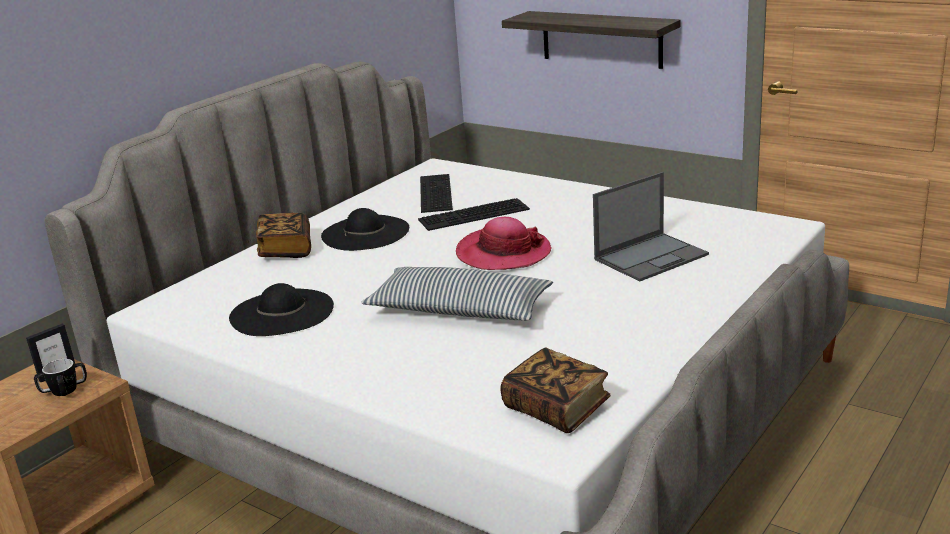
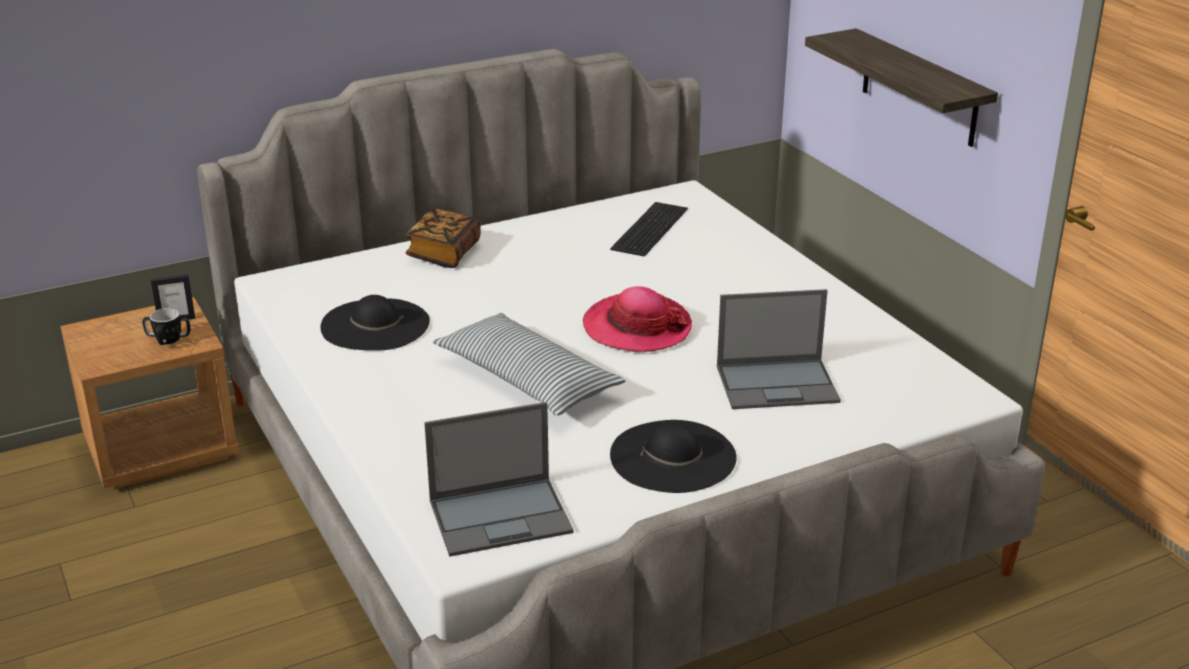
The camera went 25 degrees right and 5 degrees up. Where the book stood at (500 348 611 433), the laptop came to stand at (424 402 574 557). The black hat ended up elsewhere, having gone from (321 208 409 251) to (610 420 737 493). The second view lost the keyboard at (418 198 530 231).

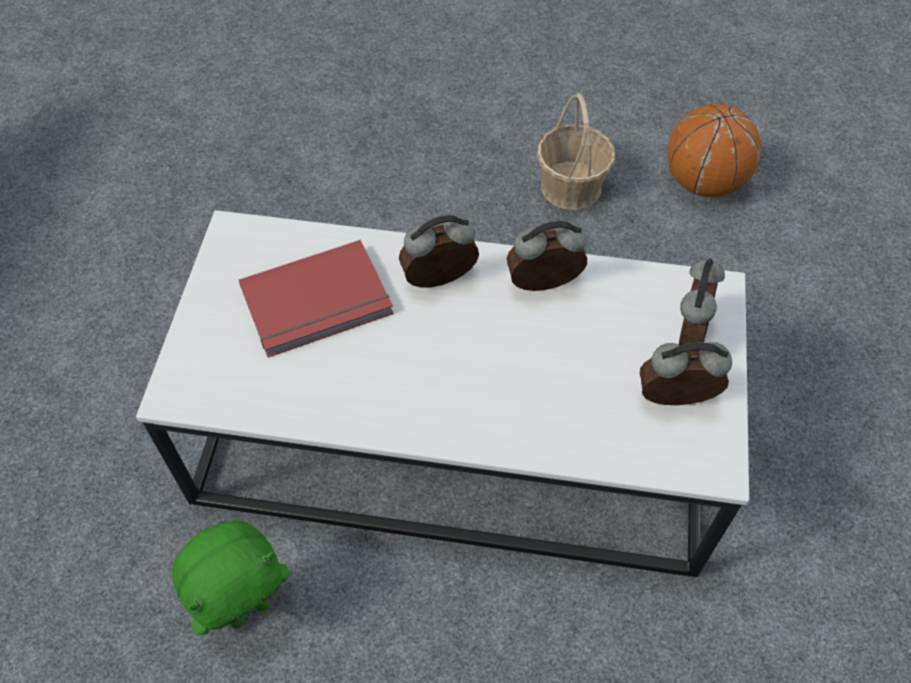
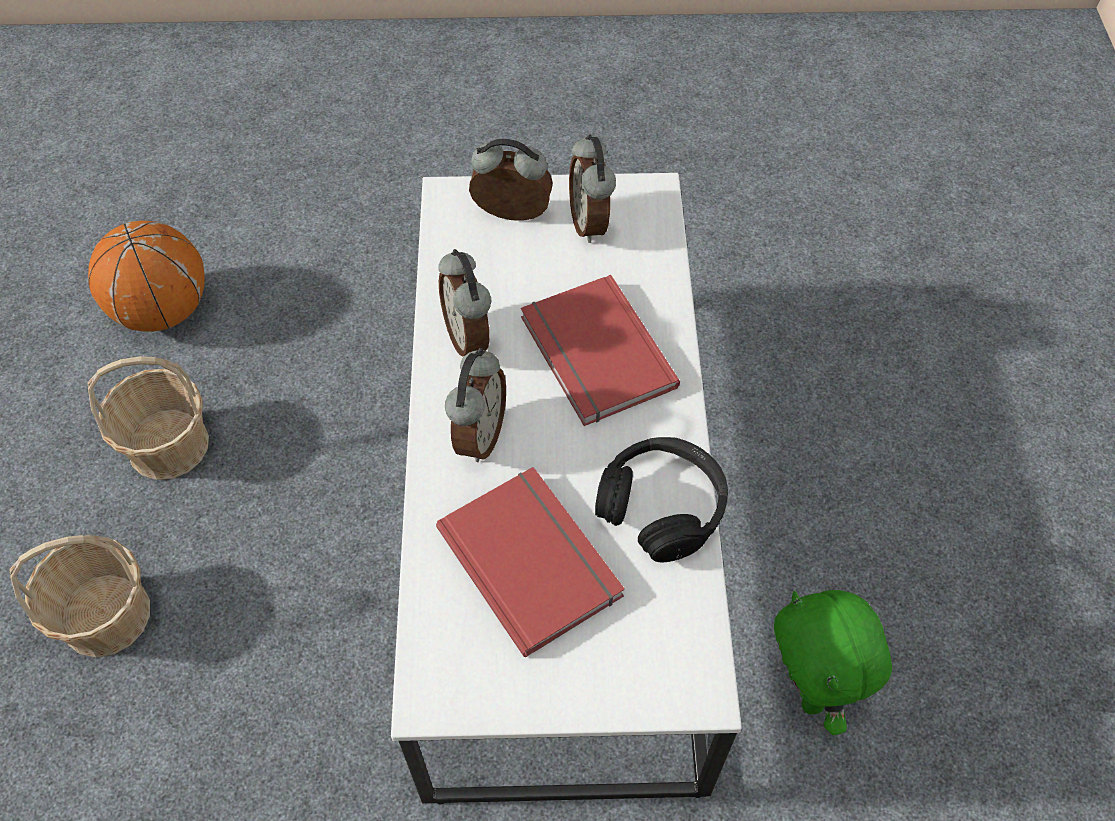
The camera went 100 degrees left and 0 degrees up. The second view gained the basket at (9 535 150 658). The alarm clock at (399 215 479 287) ended up facing another way, 135 degrees counterclockwise from before. The second view gained the red book at (521 275 680 426). The second view gained the black headphones at (595 437 728 562). The green plush toy at (172 520 290 635) ended up facing another way, 150 degrees counterclockwise from before.

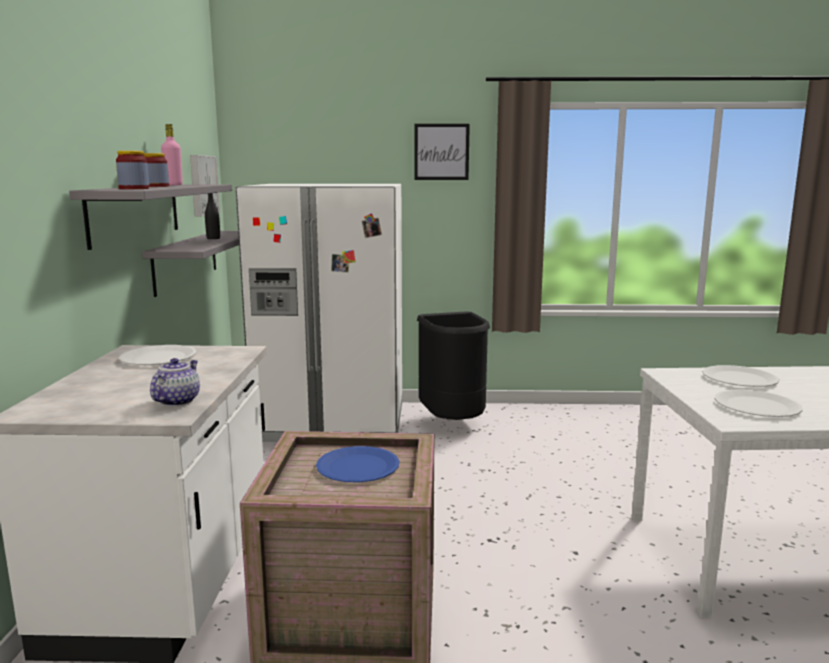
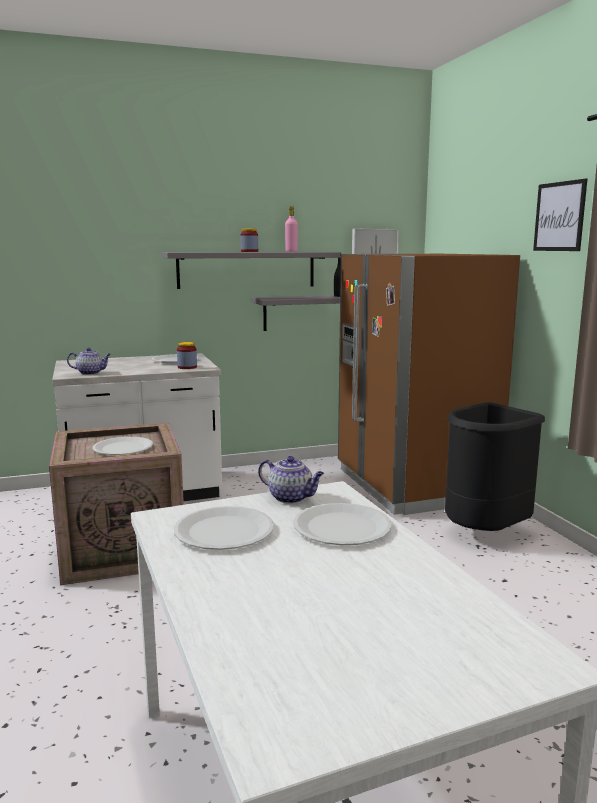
The camera went 70 degrees right and 0 degrees up. What was the blue plate at (316 446 400 482) turned into the white plate at (93 437 153 455). The jar ended up elsewhere, having gone from (116 151 149 189) to (177 342 197 369). The second view gained the teapot at (258 456 324 504). What was the white fridge at (236 184 402 442) turned into the brown fridge at (338 254 520 515).

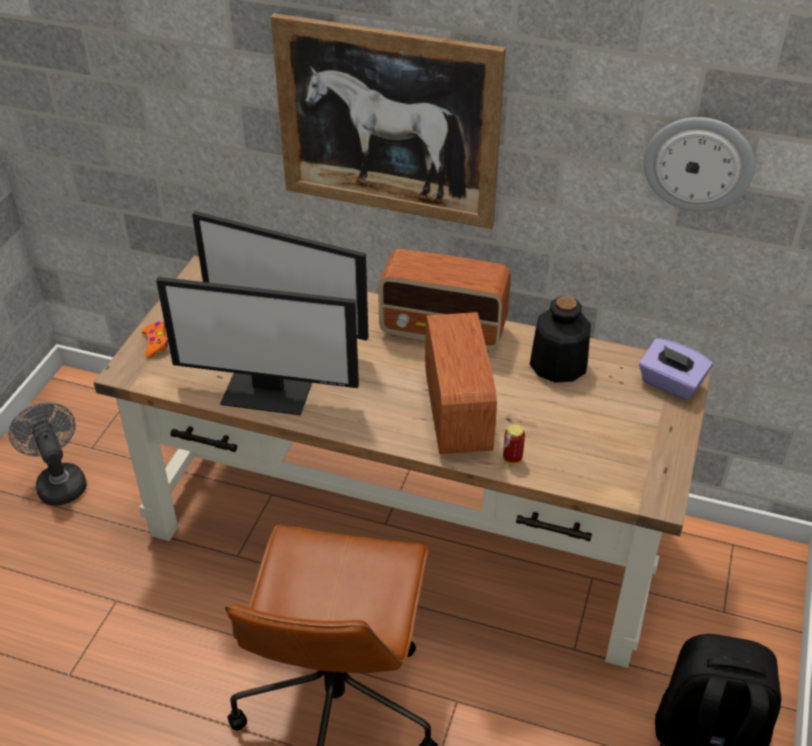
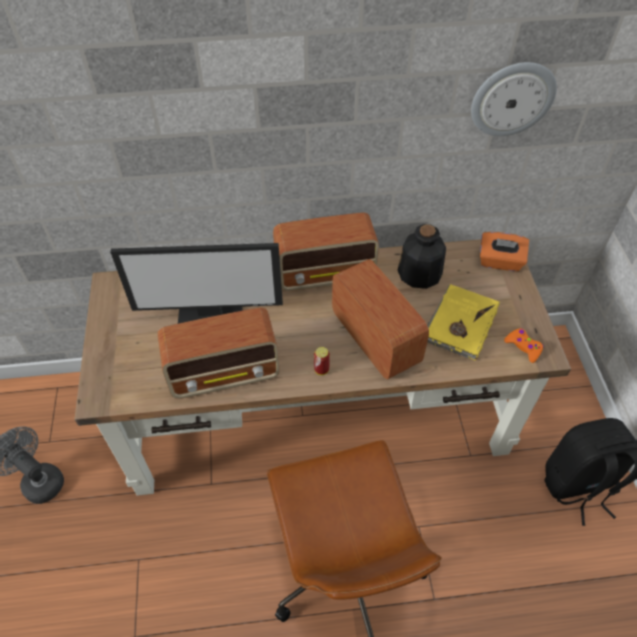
The camera went 25 degrees left and 10 degrees up. Where the monitor stood at (156 277 359 415), the radio came to stand at (158 308 280 399). The can ended up elsewhere, having gone from (503 424 525 464) to (314 347 330 375). The second view gained the yellow book at (427 284 500 360). What was the purple tissue box at (639 338 713 401) turned into the orange tissue box at (480 232 529 271). The orange game controller ended up elsewhere, having gone from (141 321 168 358) to (504 328 543 363). The second view lost the picture at (271 13 506 229).

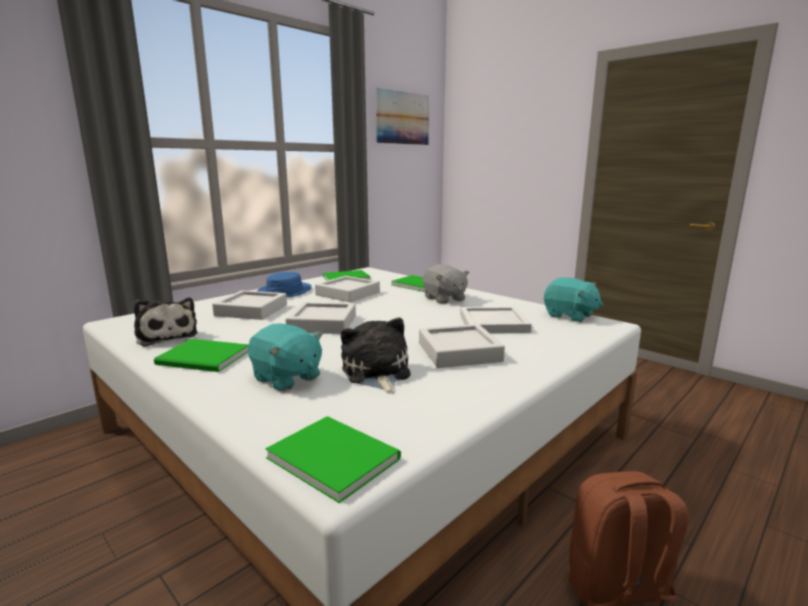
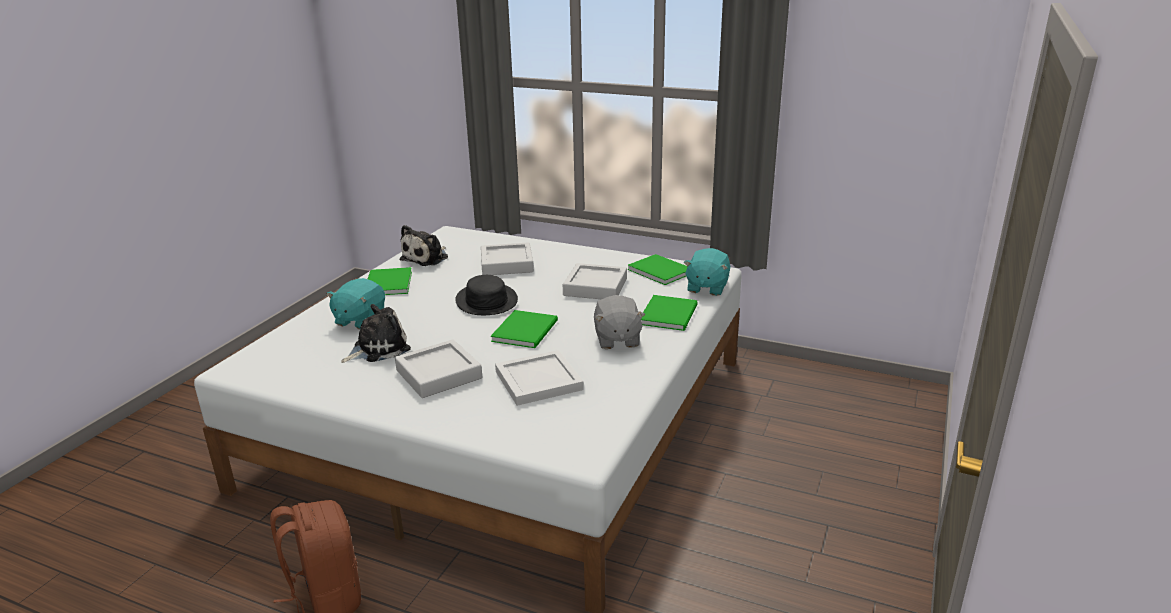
The camera went 70 degrees right and 10 degrees up. Where the grey tray stood at (285 302 356 334), the black hat came to stand at (455 275 518 315). The green book ended up elsewhere, having gone from (265 416 401 503) to (491 310 558 348). The grey plush toy at (423 264 469 304) ended up facing another way, 45 degrees counterclockwise from before. The turquoise plush toy ended up elsewhere, having gone from (544 277 603 322) to (684 248 730 296). The second view lost the blue hat at (257 272 312 297). The second view lost the picture at (376 88 429 145).

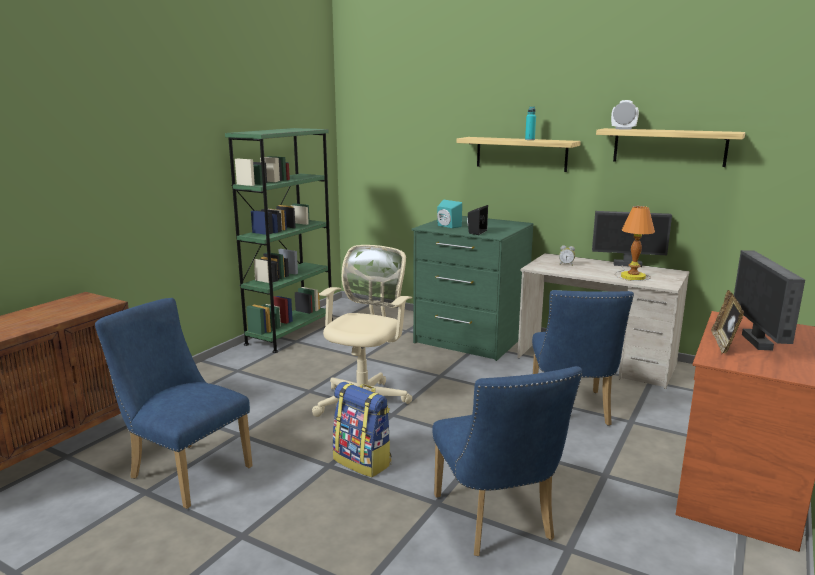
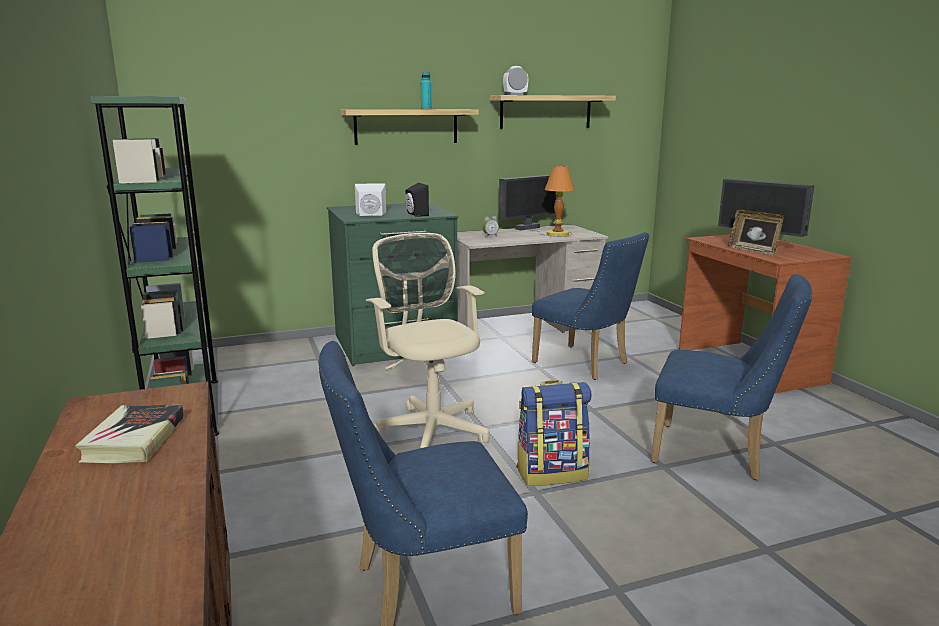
The camera went 50 degrees left and 0 degrees up. The second view gained the book at (75 405 184 463). What was the turquoise speaker at (437 200 462 228) turned into the white speaker at (355 183 386 216).

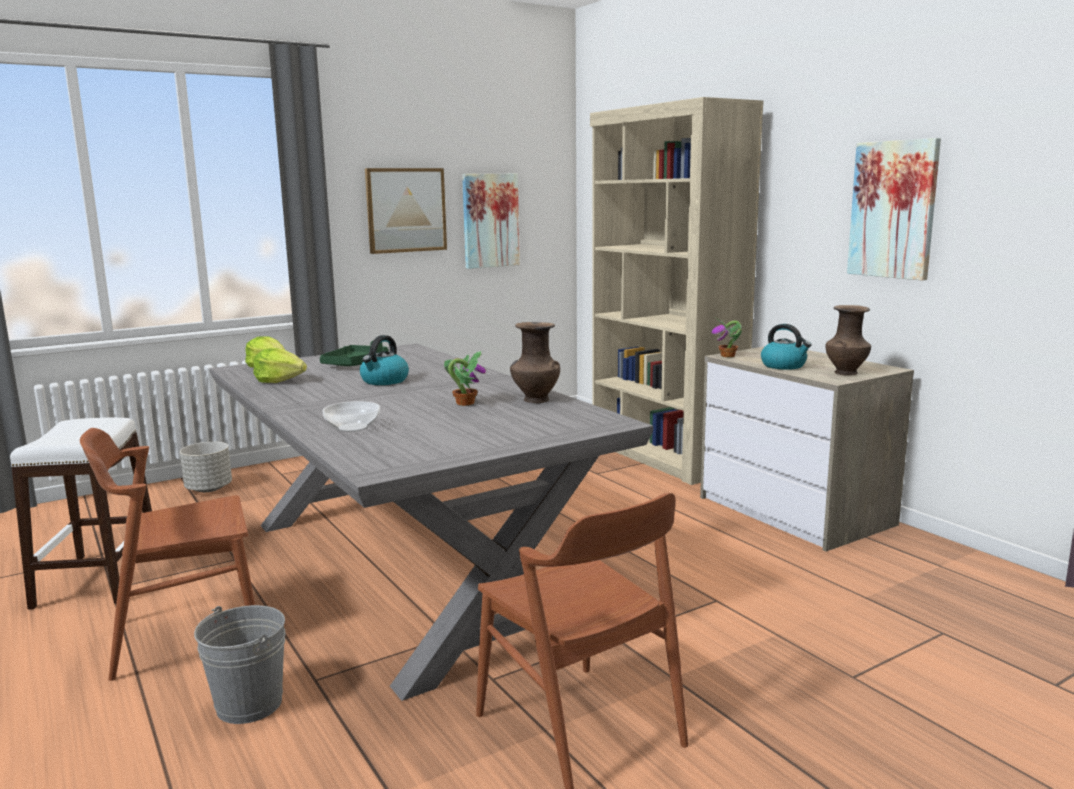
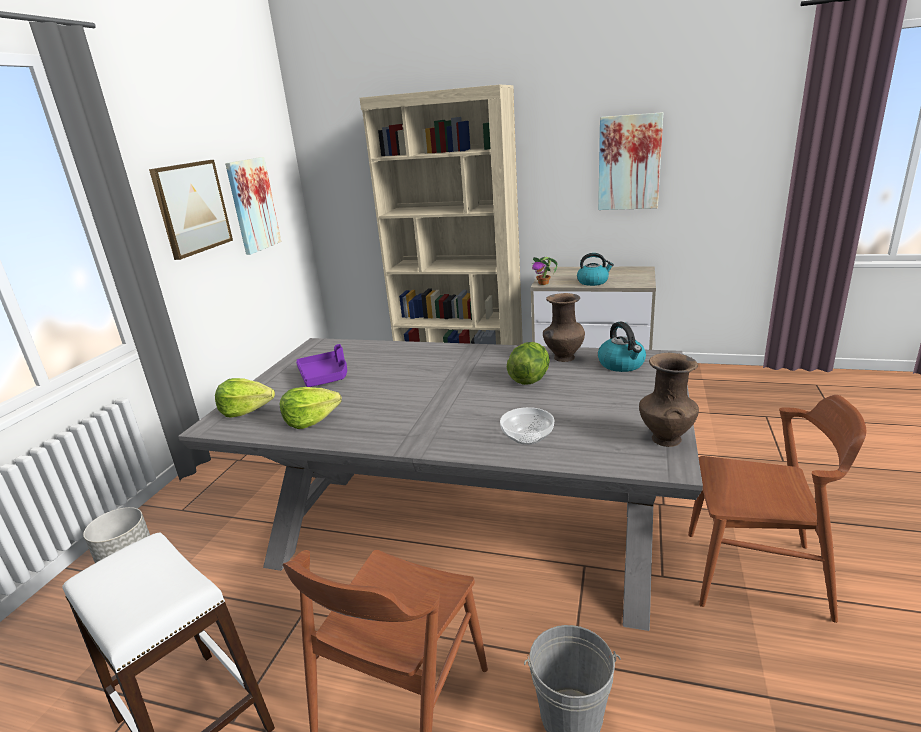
The camera went 40 degrees left and 10 degrees up. What was the green tray at (320 341 389 366) turned into the purple tray at (296 344 347 387). Where the potted plant stood at (444 351 486 406), the lettuce came to stand at (507 342 550 385). The kettle ended up elsewhere, having gone from (360 335 409 385) to (598 321 646 372). The brown vase ended up elsewhere, having gone from (825 305 871 375) to (639 353 699 447).

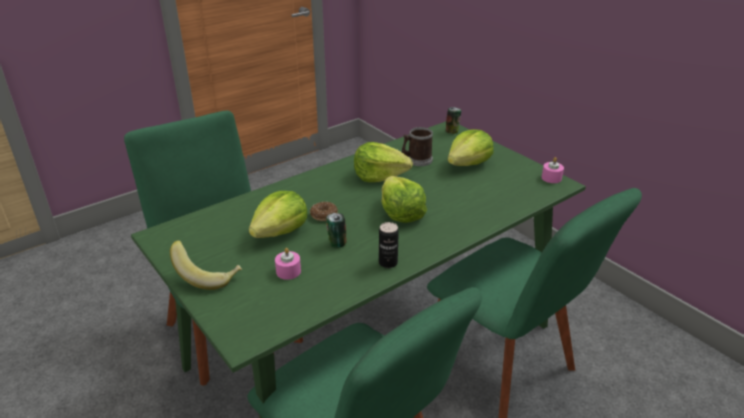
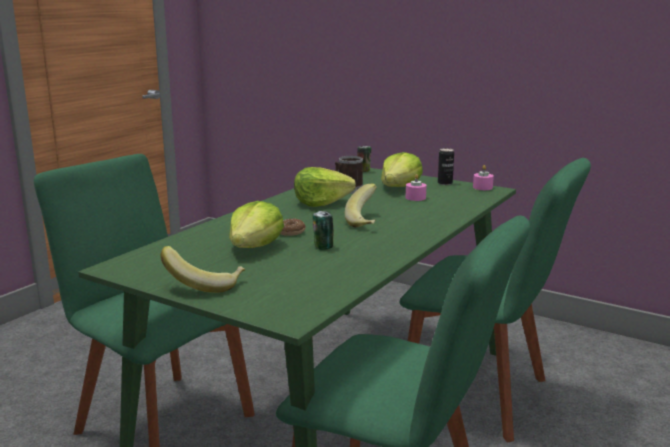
The camera went 20 degrees left and 15 degrees down. Where the lettuce stood at (382 176 427 223), the banana came to stand at (345 184 377 227). The pink candle ended up elsewhere, having gone from (275 248 301 280) to (406 174 427 201). The can ended up elsewhere, having gone from (379 222 399 268) to (438 148 454 185).

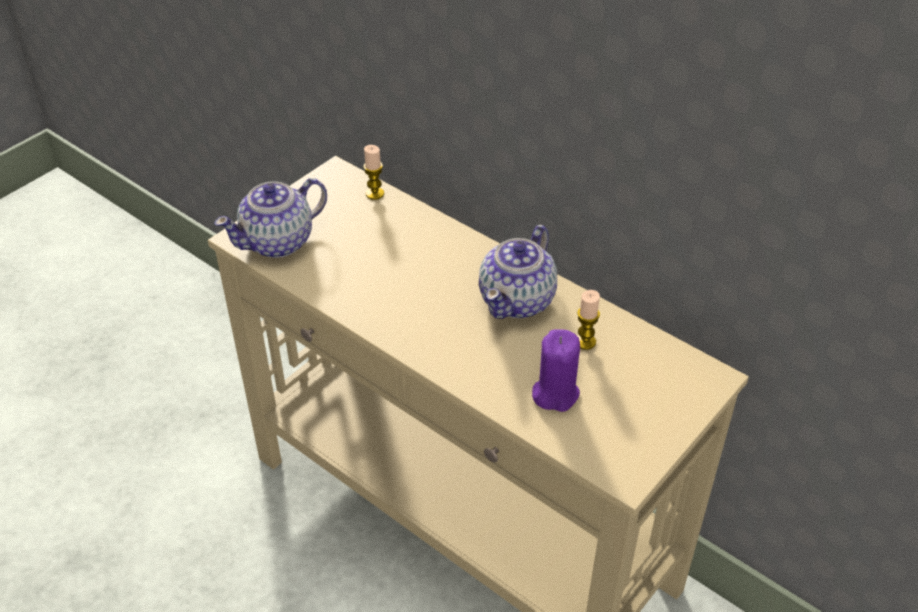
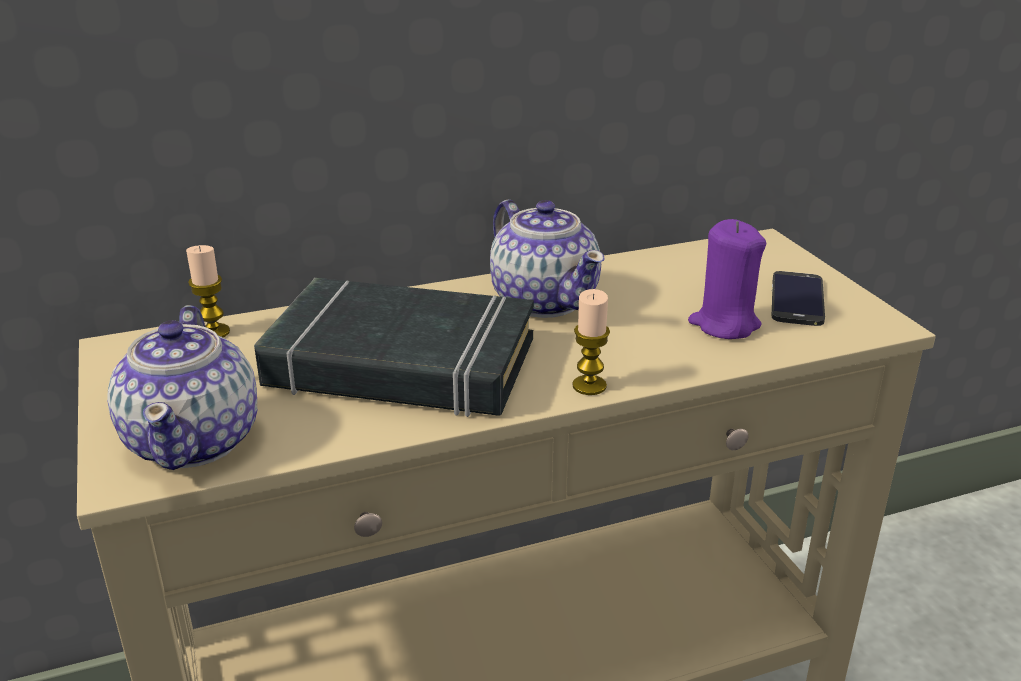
The camera went 60 degrees left and 15 degrees down. The second view gained the black book at (254 278 534 417). The candle ended up elsewhere, having gone from (577 290 600 350) to (572 289 610 395). The second view gained the phone at (772 271 825 326).

